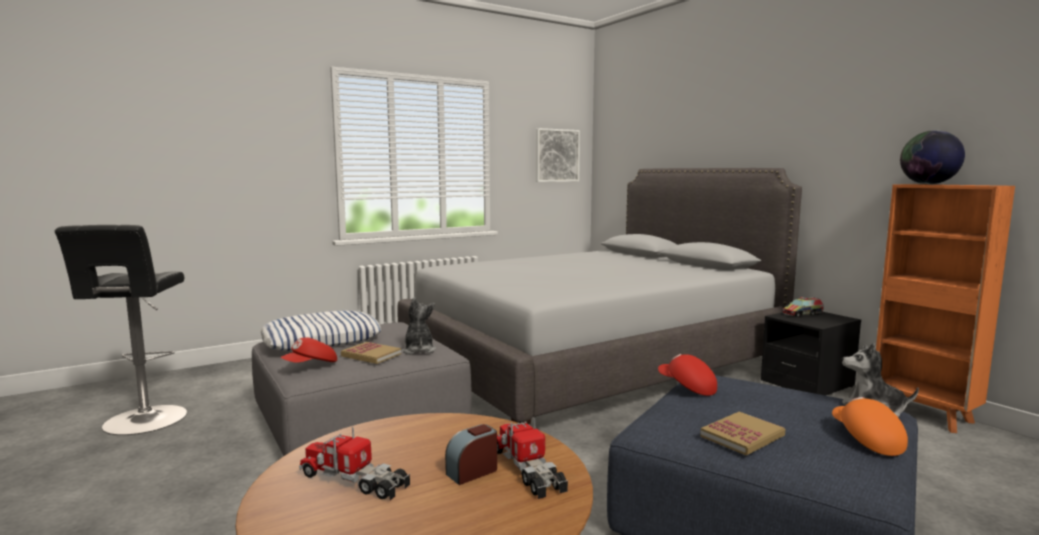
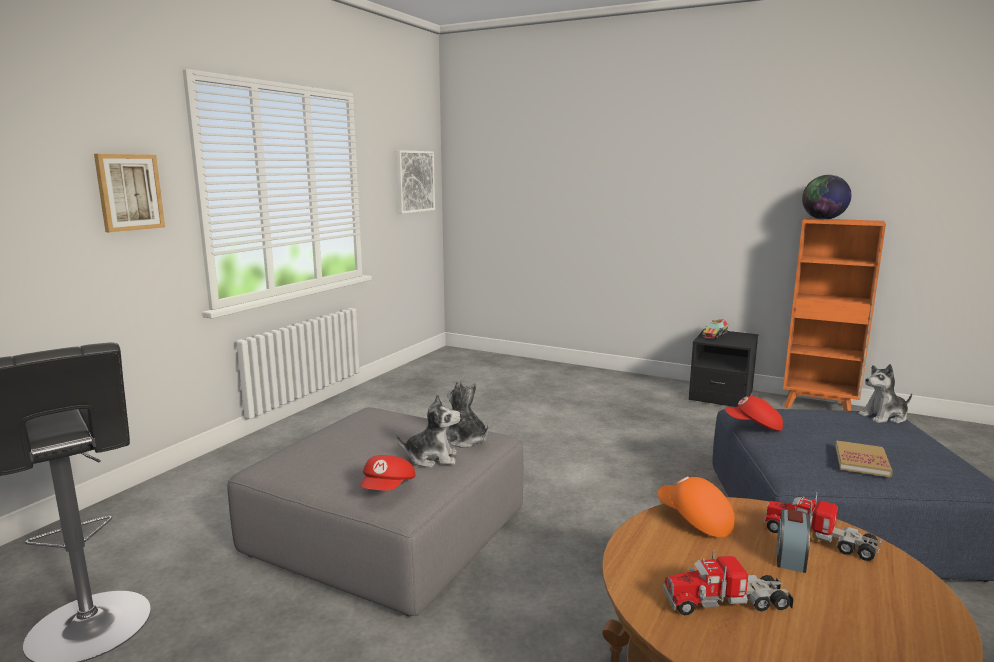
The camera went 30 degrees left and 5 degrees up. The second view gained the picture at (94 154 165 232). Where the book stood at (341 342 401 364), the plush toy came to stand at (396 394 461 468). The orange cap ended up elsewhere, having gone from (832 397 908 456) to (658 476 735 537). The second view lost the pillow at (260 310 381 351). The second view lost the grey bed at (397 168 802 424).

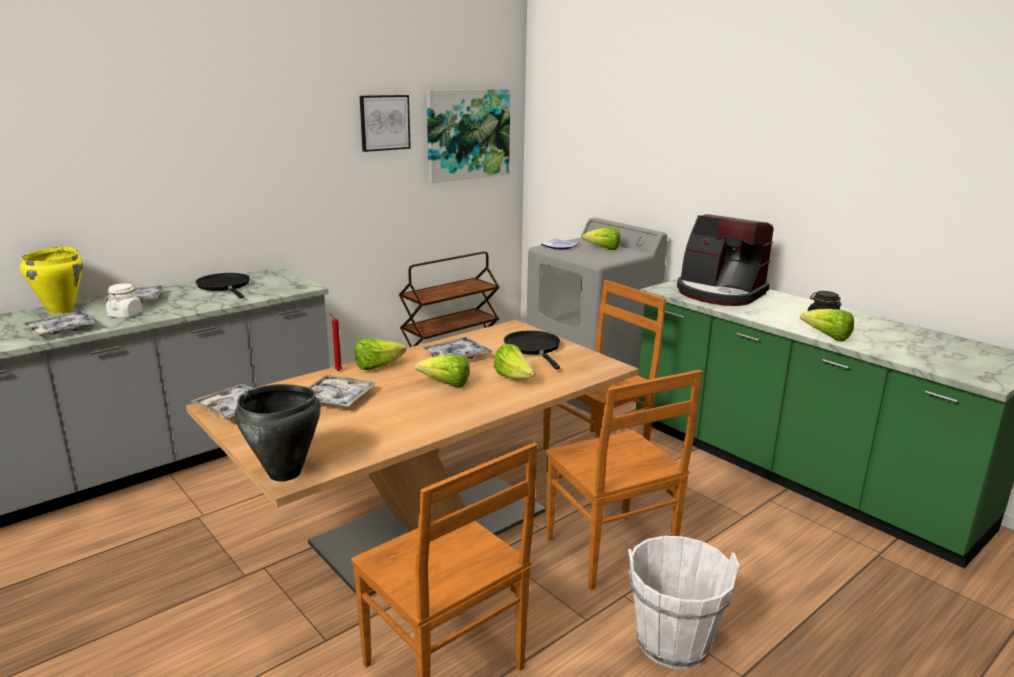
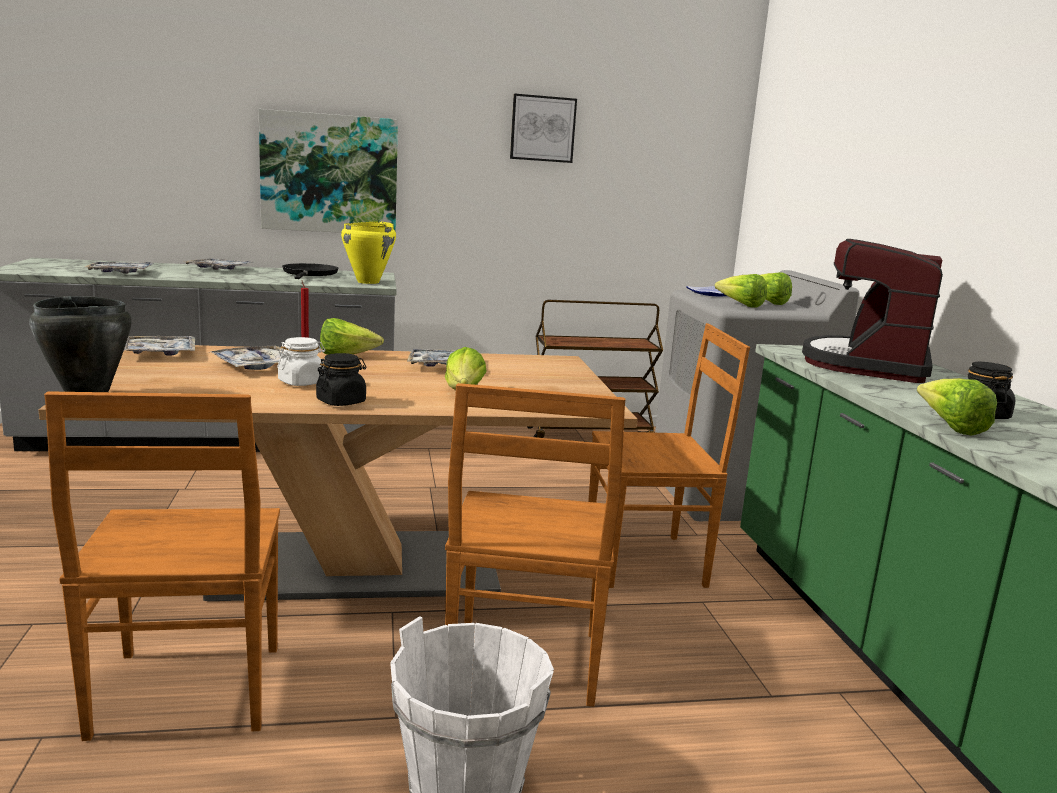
The camera went 30 degrees right and 5 degrees down. The picture ended up elsewhere, having gone from (427 89 510 183) to (259 109 398 233). The white jar ended up elsewhere, having gone from (106 283 142 318) to (277 337 325 386). The second view gained the black jar at (316 353 366 406). The yellow cooking pot ended up elsewhere, having gone from (20 247 83 314) to (341 221 396 284). The lettuce ended up elsewhere, having gone from (415 355 469 388) to (715 274 767 308). The coffee machine at (677 214 773 306) ended up facing another way, 45 degrees clockwise from before. The second view lost the black frying pan at (504 330 560 369).

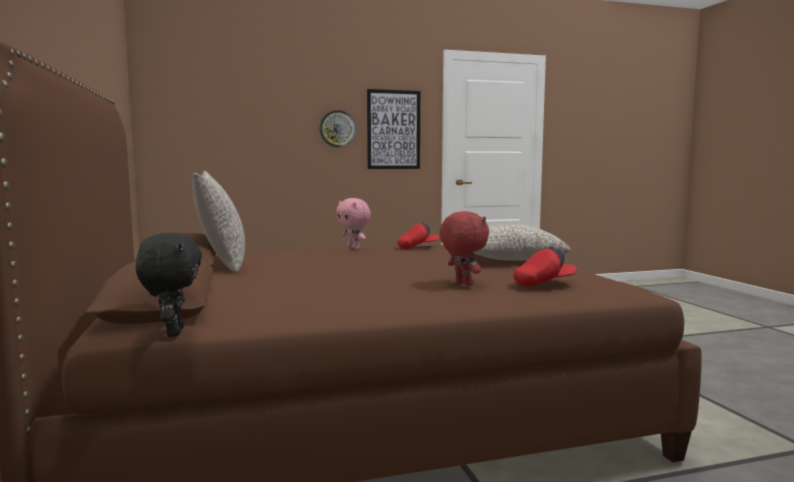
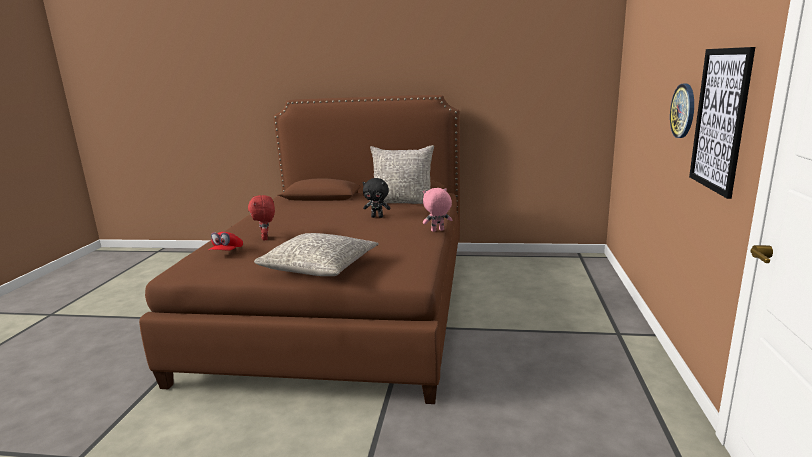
The camera went 115 degrees right and 10 degrees up. The red plush toy at (439 211 489 286) ended up facing another way, 75 degrees clockwise from before. The black plush toy ended up elsewhere, having gone from (136 233 202 337) to (362 178 391 218). The second view lost the red cap at (397 222 439 249).

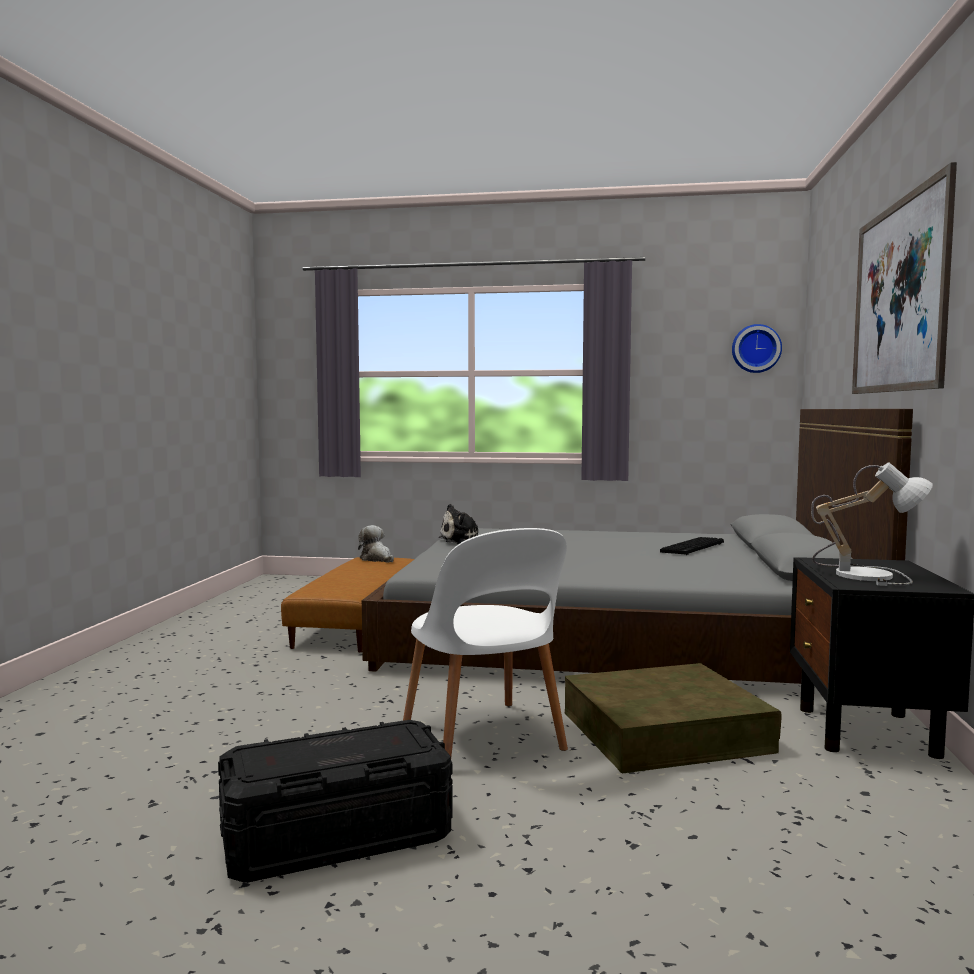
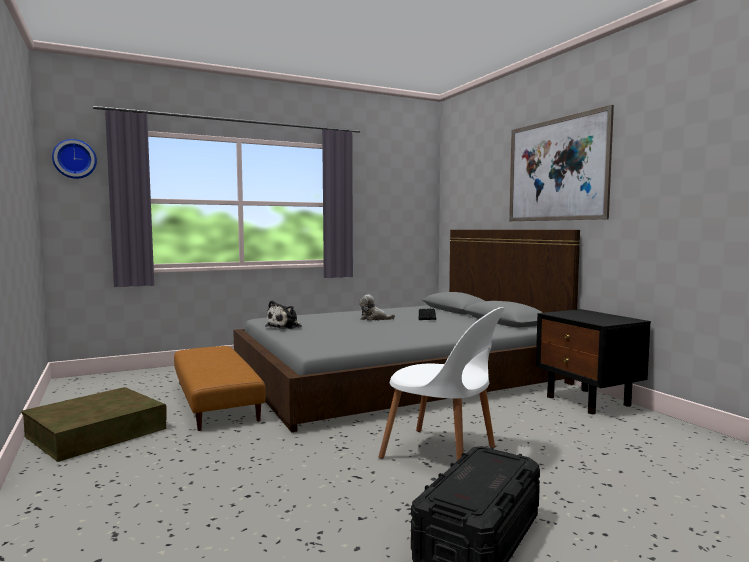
The camera went 35 degrees left and 0 degrees up. The brown storage box ended up elsewhere, having gone from (565 663 782 774) to (21 387 167 462). The wall clock ended up elsewhere, having gone from (732 324 782 373) to (52 139 97 179). The plush toy ended up elsewhere, having gone from (358 525 394 562) to (359 295 395 321). The second view lost the table lamp at (811 462 933 586).

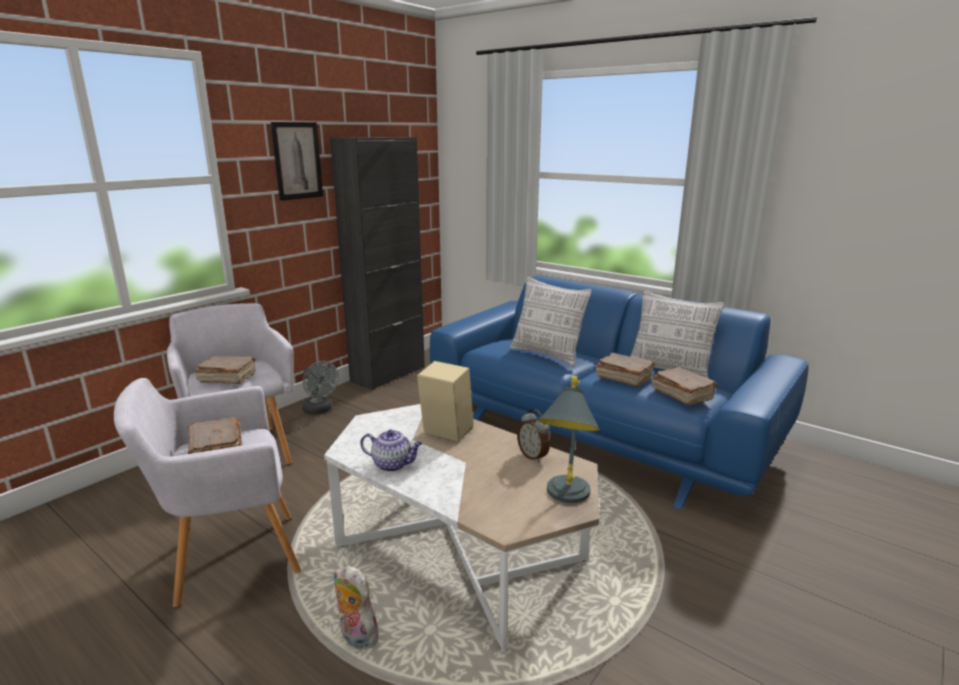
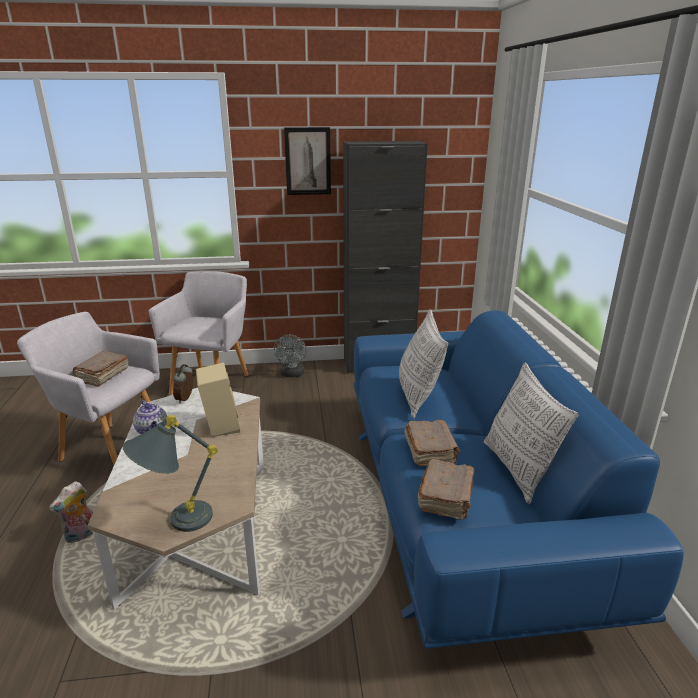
The camera went 45 degrees right and 5 degrees up. The plush toy at (334 565 381 650) ended up facing another way, 135 degrees counterclockwise from before. The alarm clock ended up elsewhere, having gone from (517 409 550 462) to (173 364 193 403). The second view lost the brown book at (195 356 256 384).

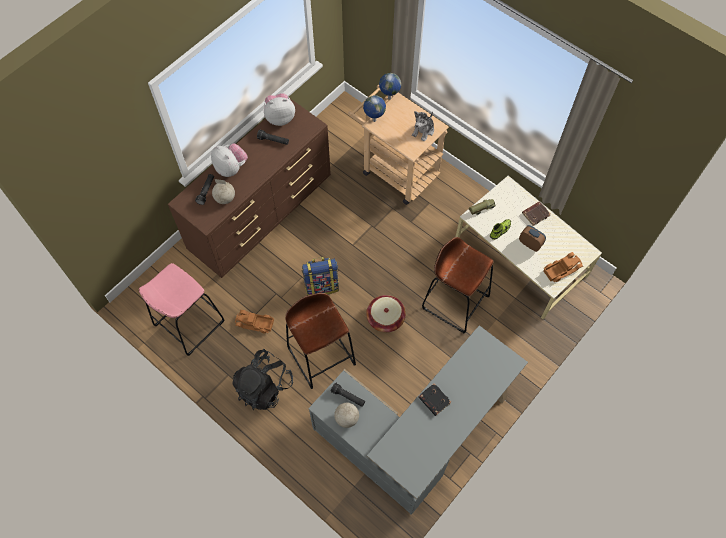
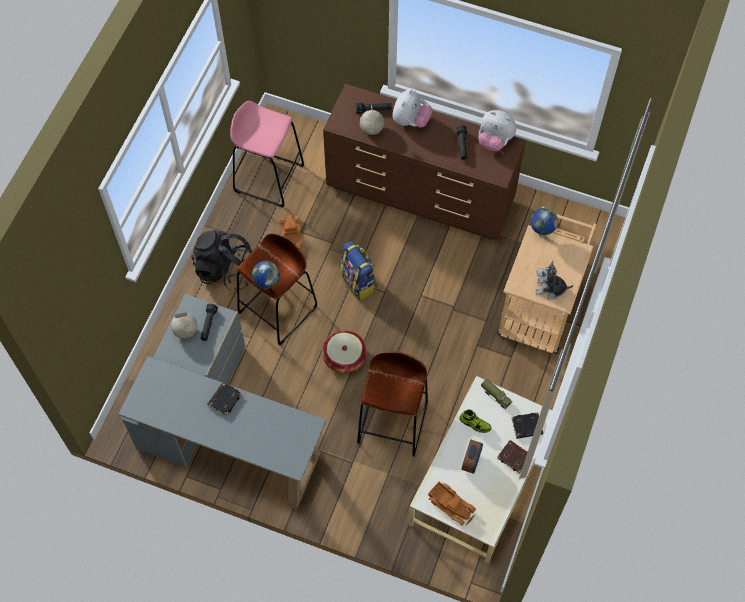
The camera went 70 degrees right and 0 degrees up. The globe ended up elsewhere, having gone from (379 73 401 100) to (252 261 280 289). The plush toy at (264 93 295 126) ended up facing another way, 150 degrees clockwise from before. The second view gained the black book at (511 412 543 439).

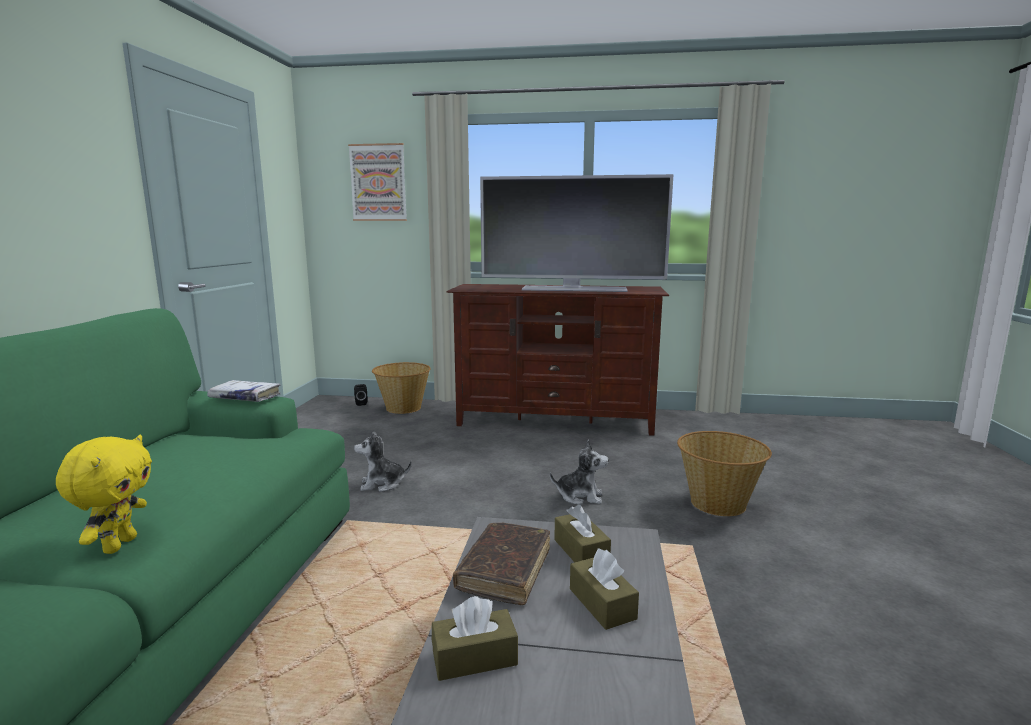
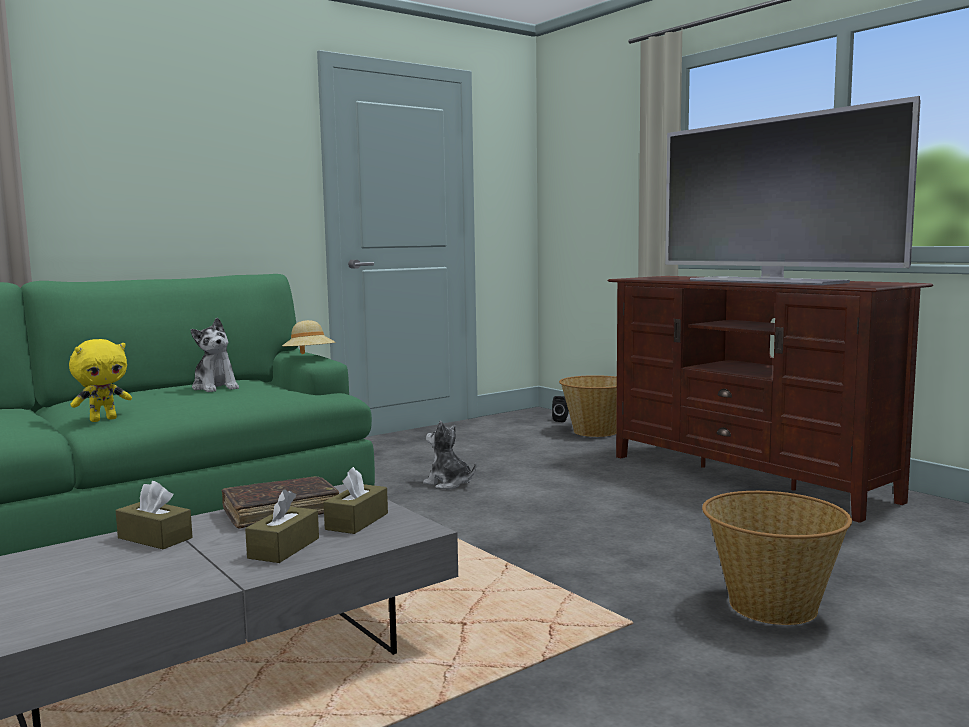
The camera went 45 degrees right and 5 degrees down. The plush toy ended up elsewhere, having gone from (550 439 609 505) to (191 318 239 392). Where the white book stood at (207 380 281 402), the beige hat came to stand at (282 320 335 354). The second view lost the picture at (348 143 407 221).

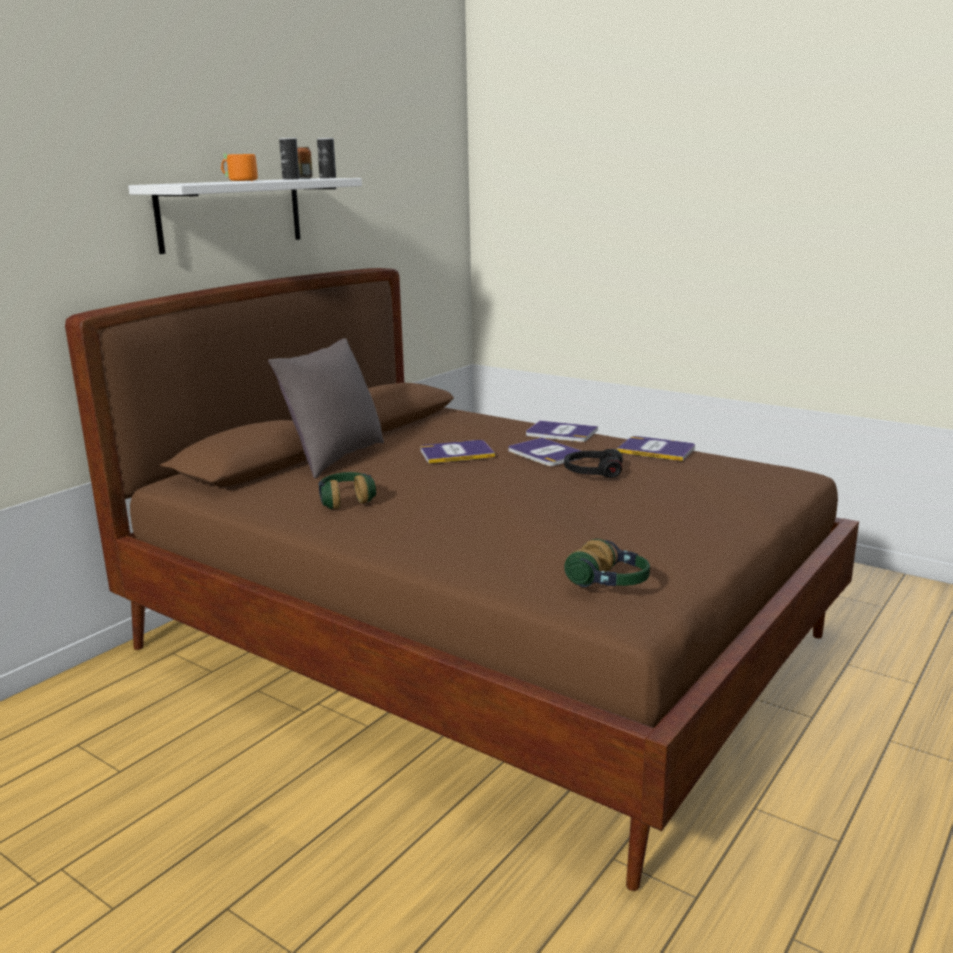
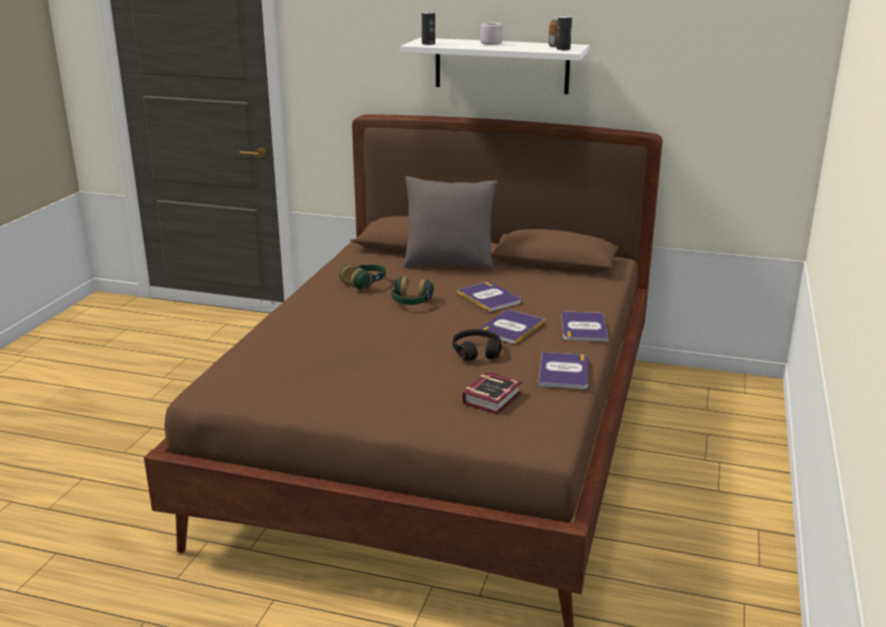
The camera went 70 degrees right and 5 degrees up. The headphones ended up elsewhere, having gone from (564 539 650 587) to (392 276 434 305). The can ended up elsewhere, having gone from (279 138 300 180) to (422 11 435 45). The second view gained the book at (463 372 522 414). What was the orange mug at (221 153 258 181) turned into the grey mug at (480 21 502 45).

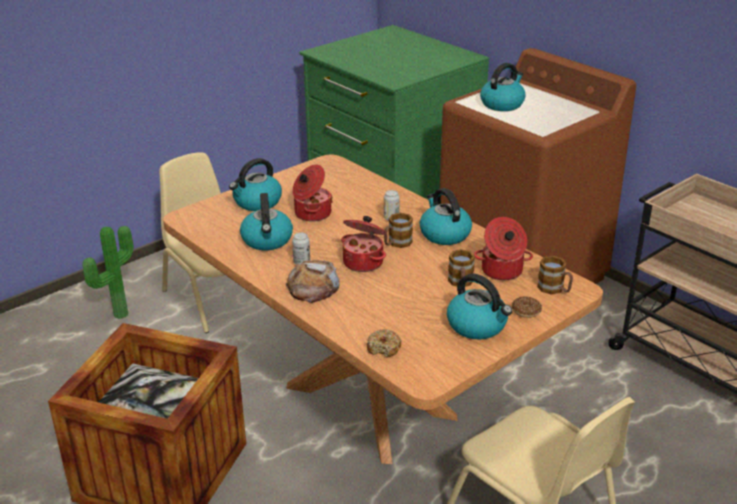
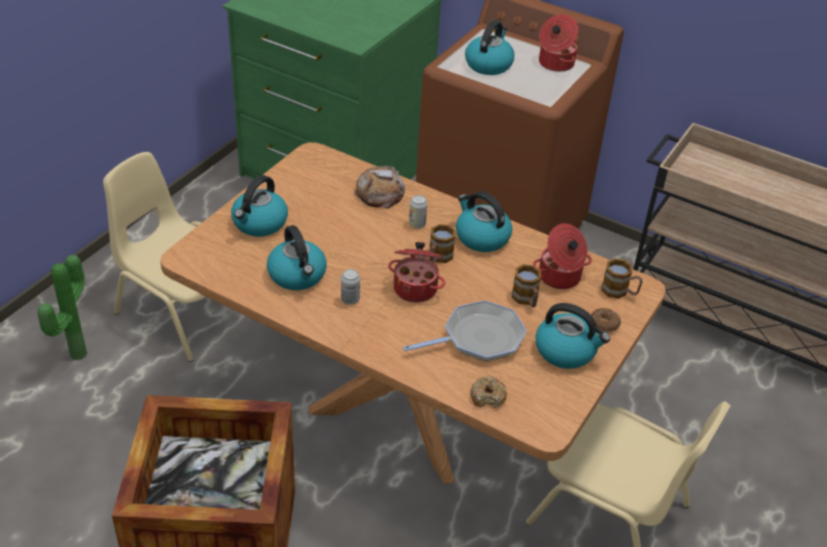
The camera went 20 degrees left and 10 degrees up. The bread ended up elsewhere, having gone from (286 260 340 303) to (354 166 405 208). The second view gained the frying pan at (403 301 527 361). The cooking pot ended up elsewhere, having gone from (293 165 333 222) to (539 14 578 72).

